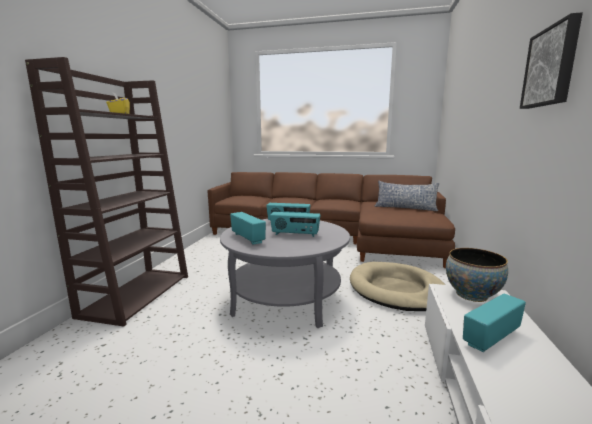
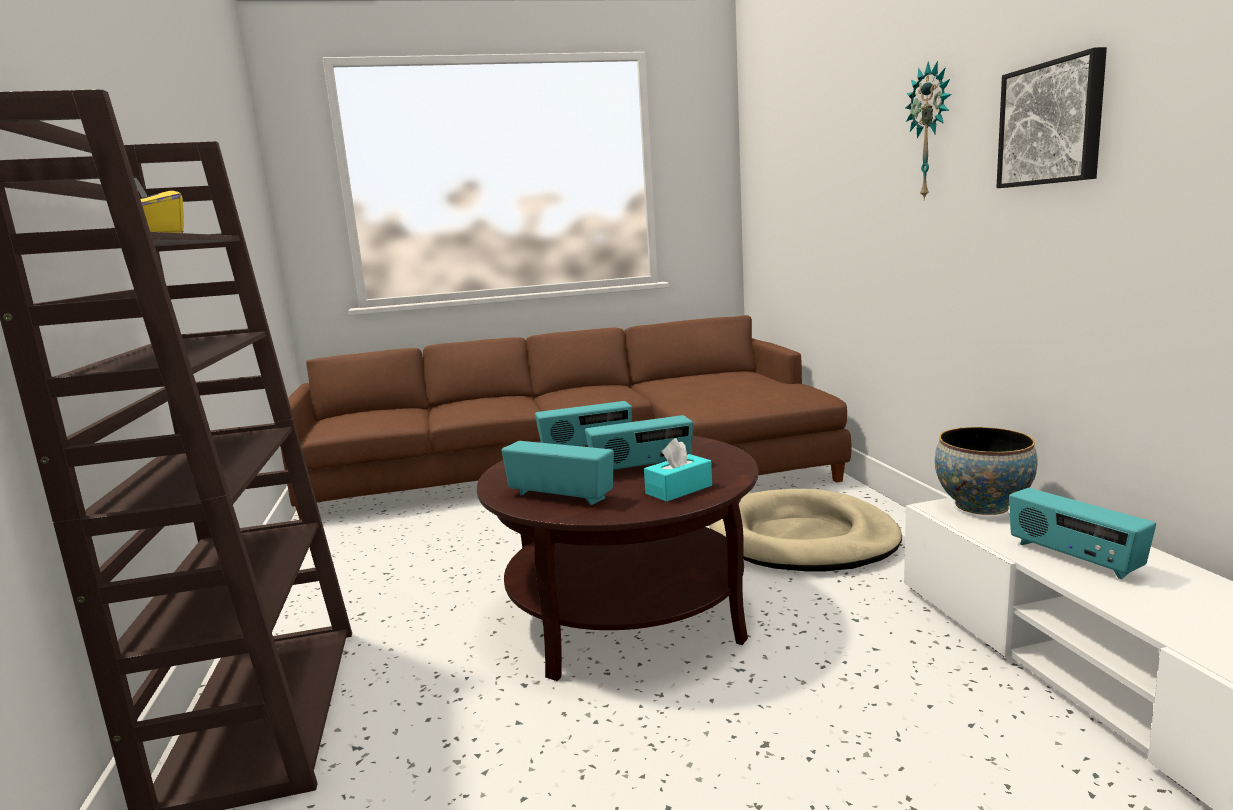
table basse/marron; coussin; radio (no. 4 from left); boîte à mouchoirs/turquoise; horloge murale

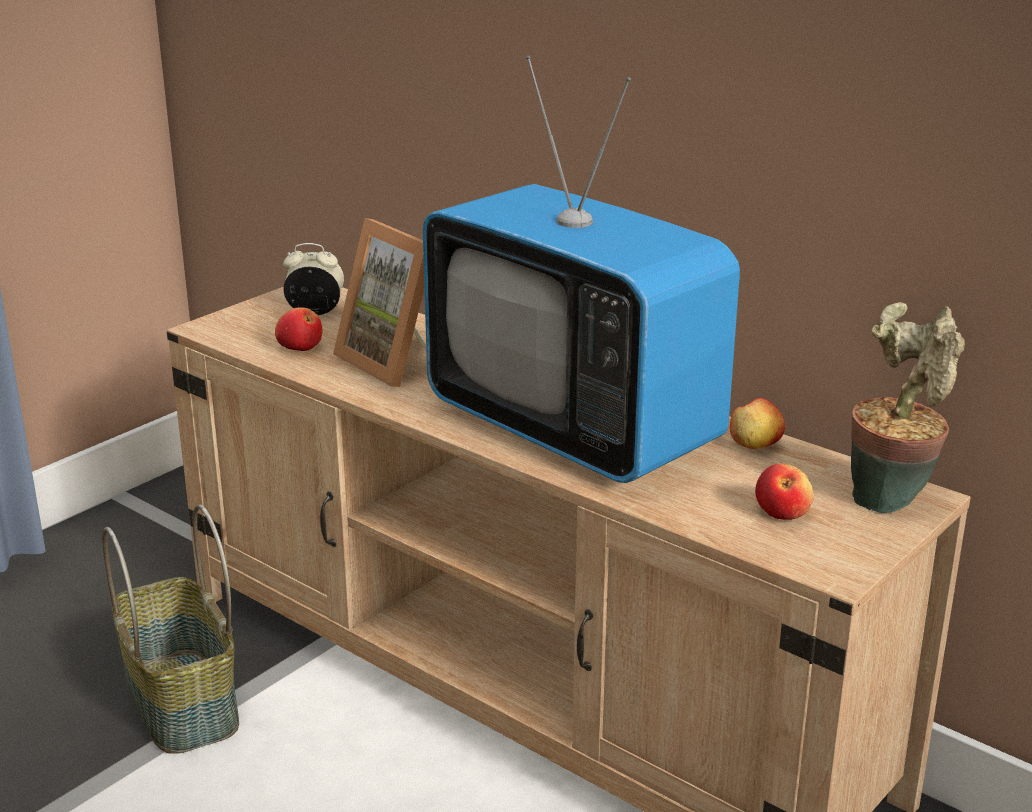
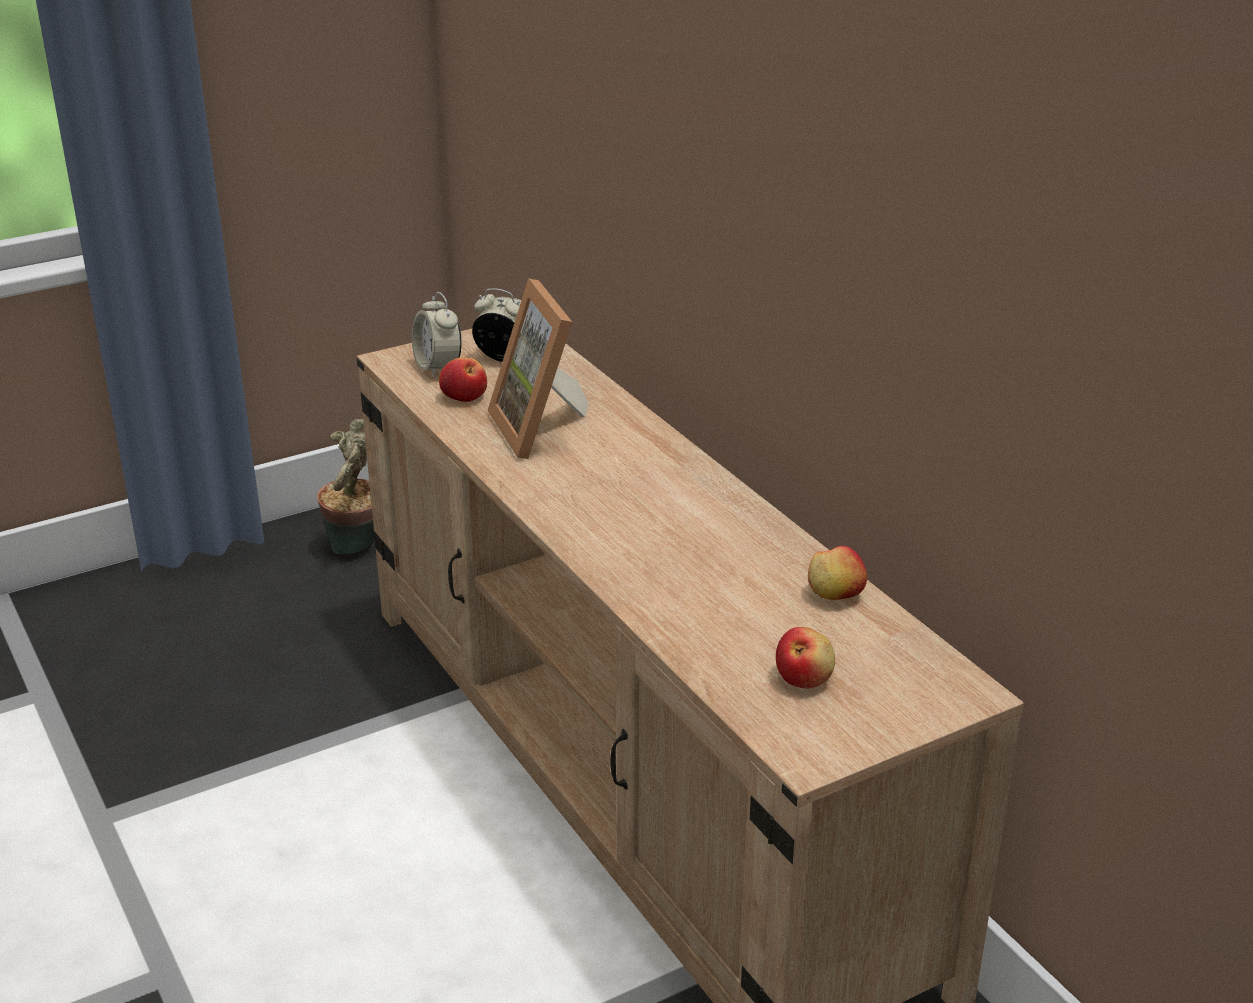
panier; téléviseur; plante en pot; réveil (no. 1 from left)

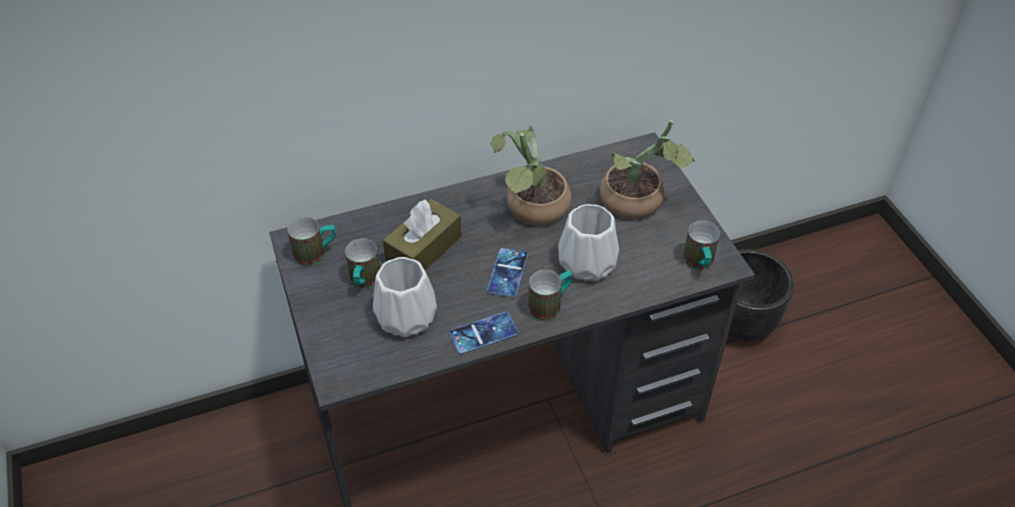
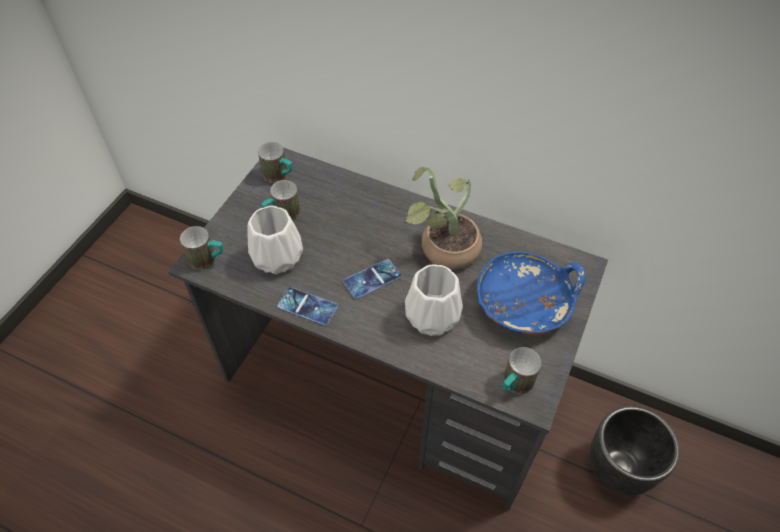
boîte à mouchoirs/marron; mug (no. 1 from left); bol/bleu

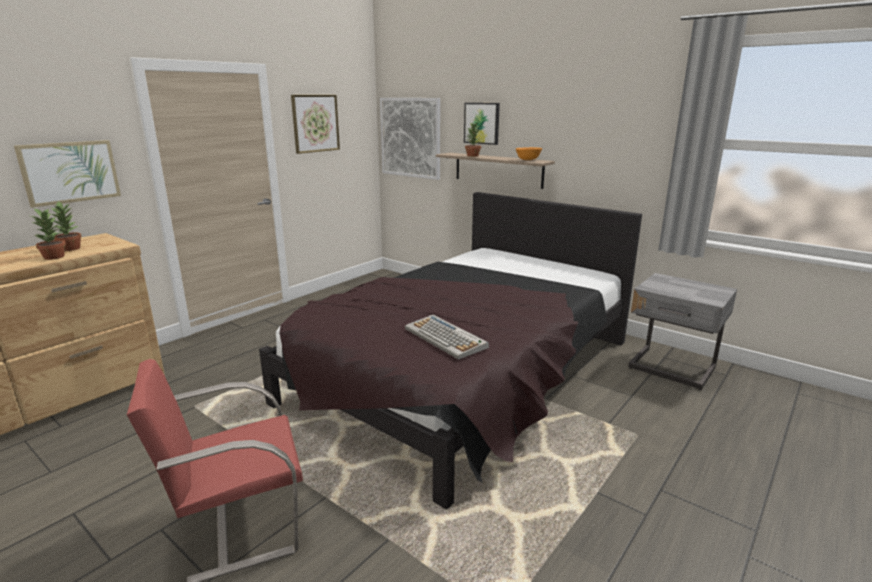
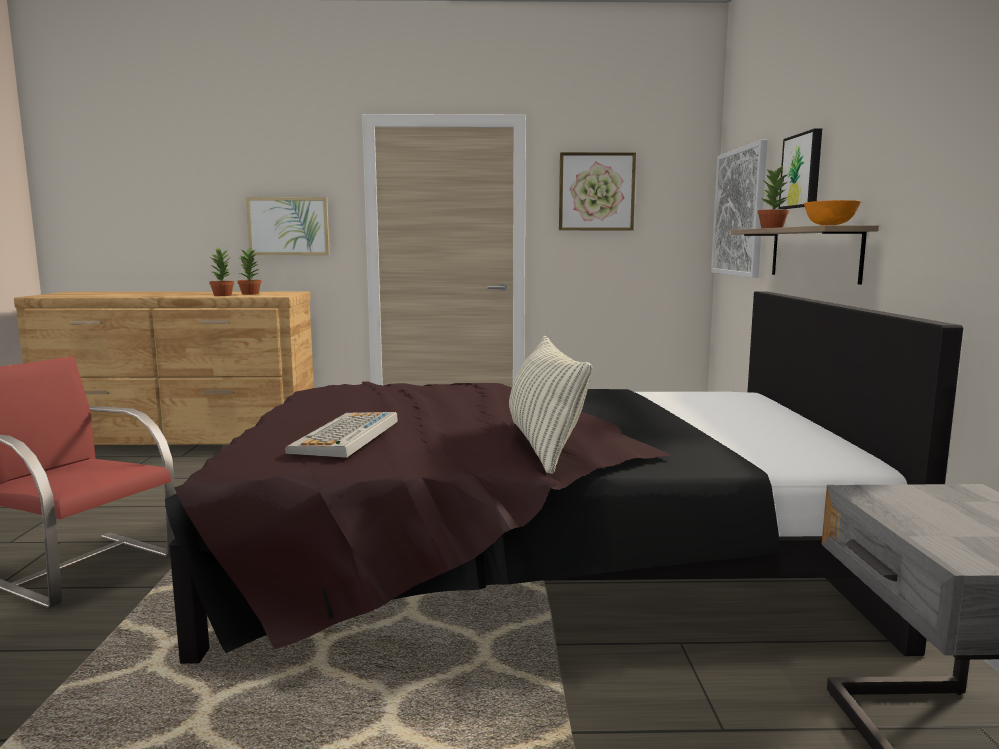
coussin

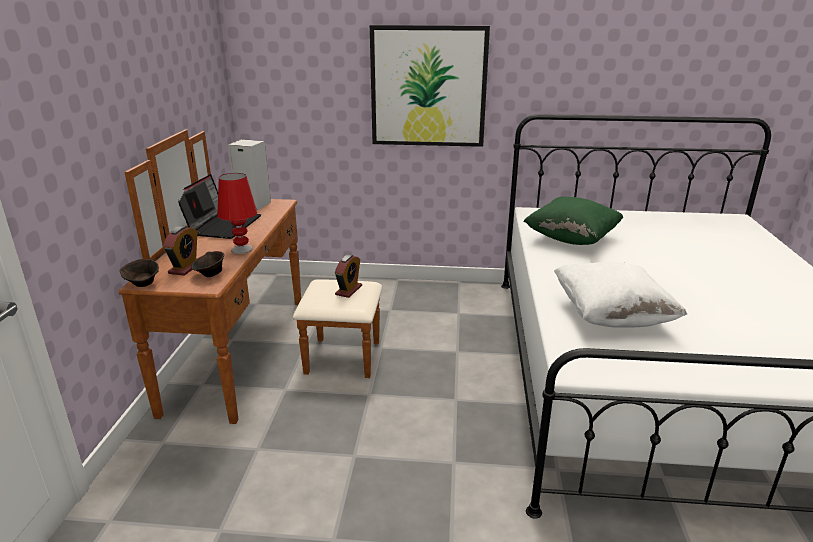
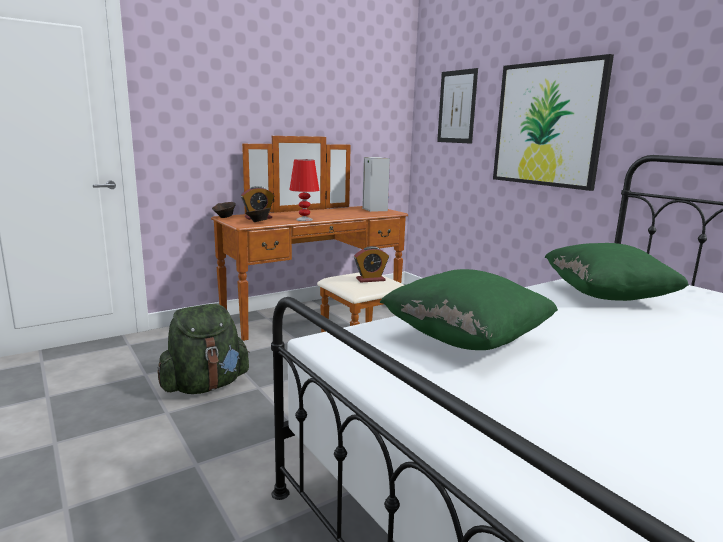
ordinateur portable; coussin/vert (no. 1 from left); sac à dos/vert; tableau (no. 1 from left)

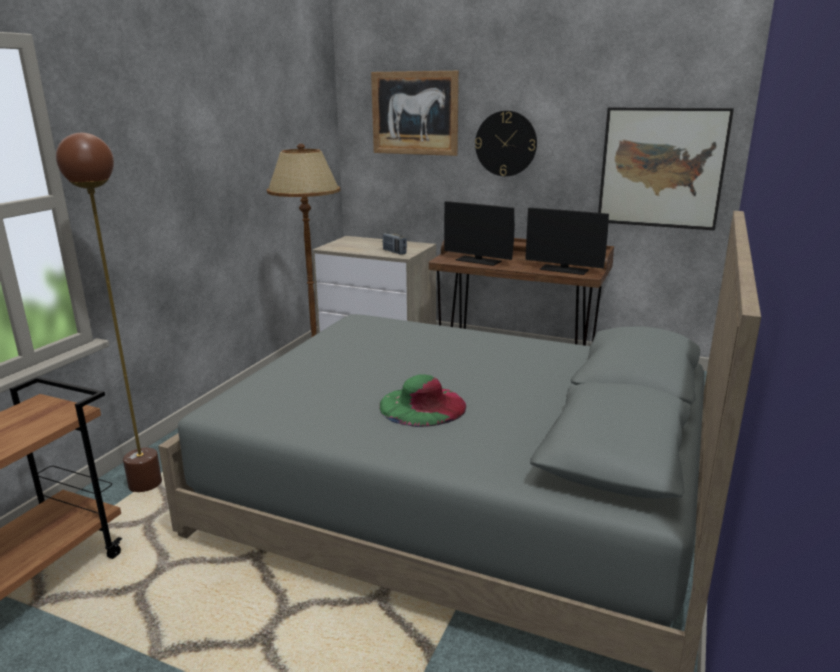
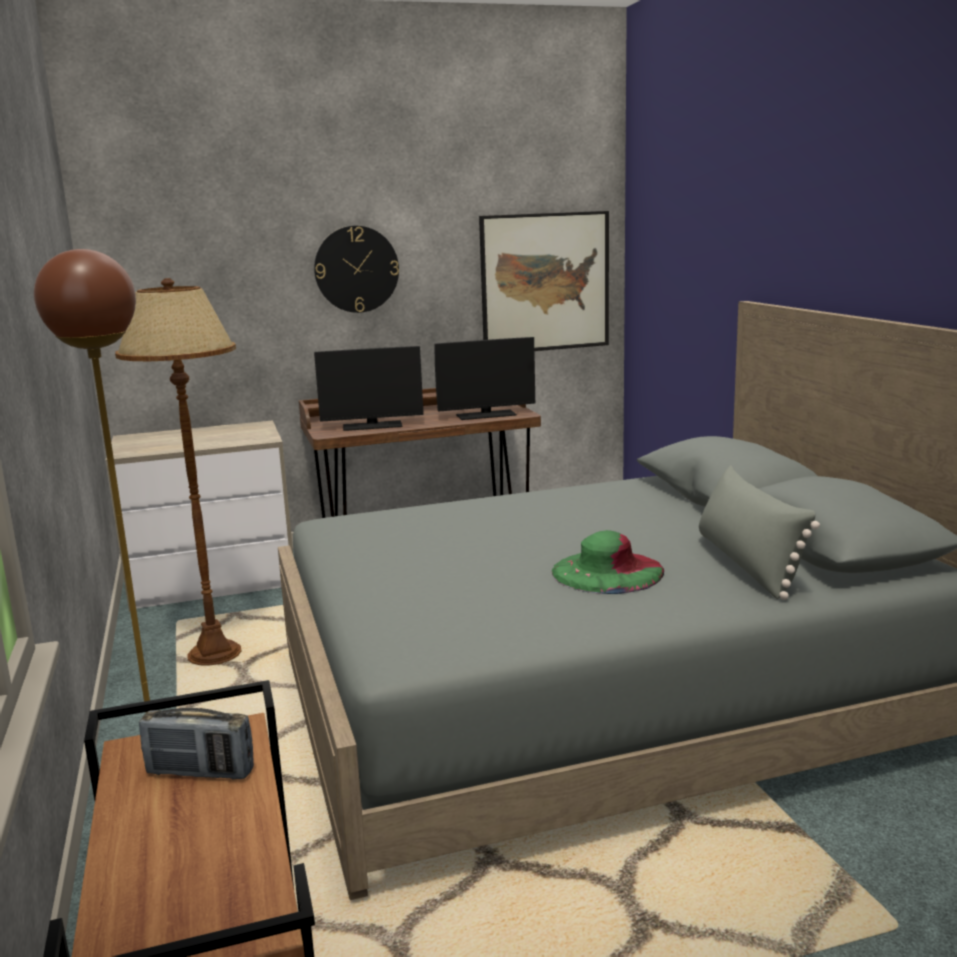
tableau (no. 1 from left in the first image); radio; coussin/gris

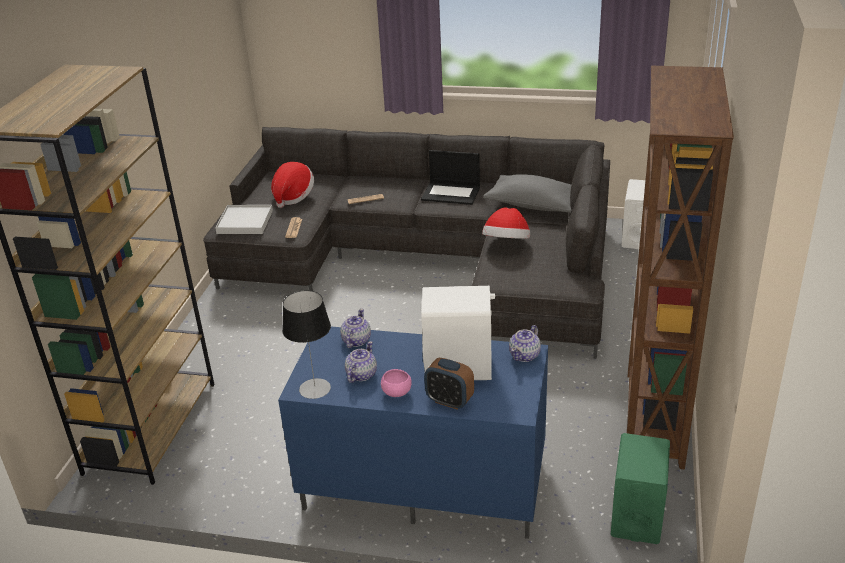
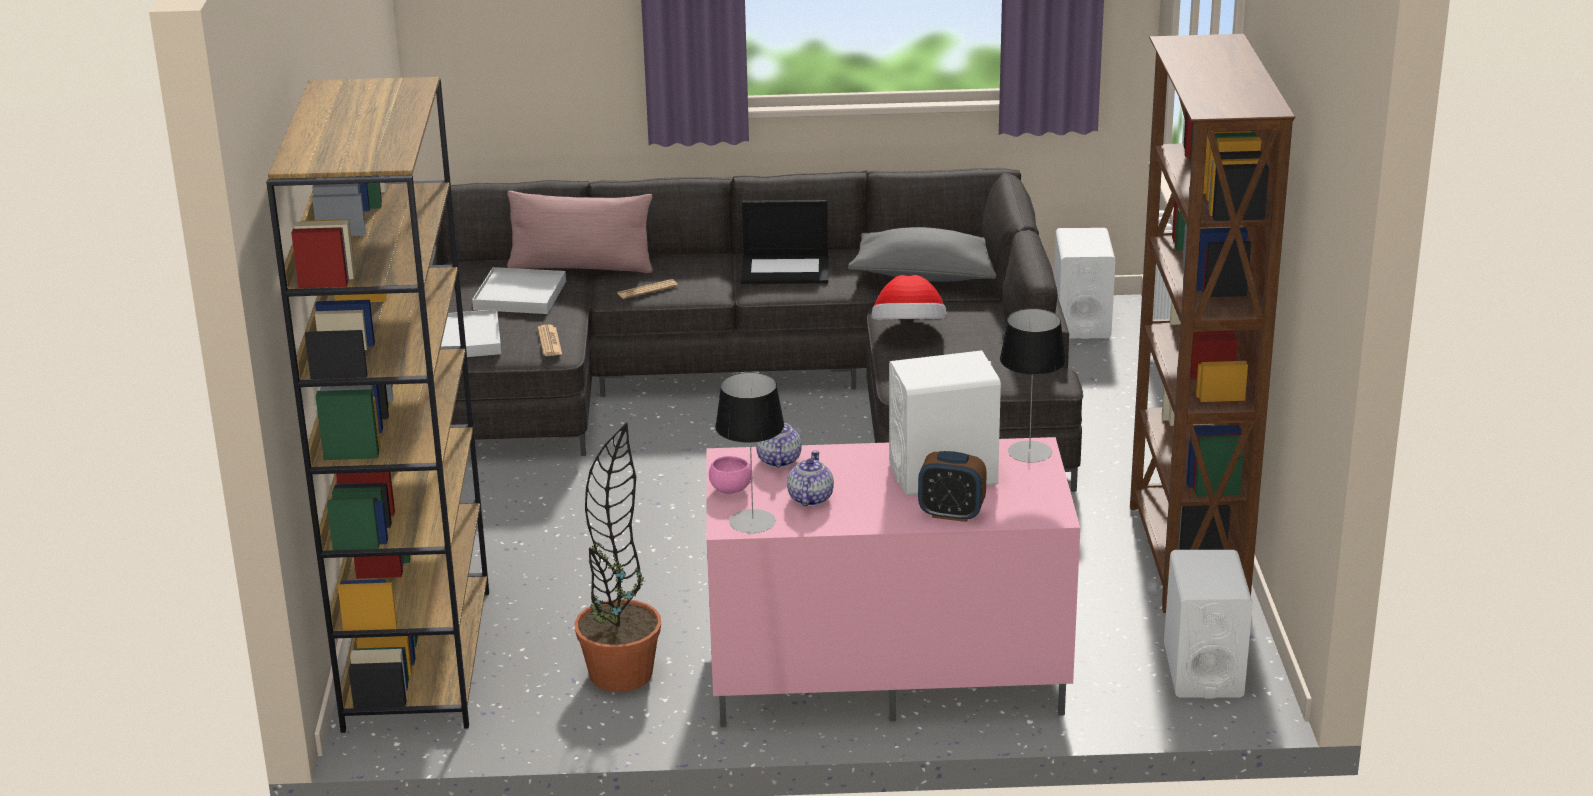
plateau/blanc (no. 2 from left); meuble télé/rose; bol/rose; lampe de table (no. 2 from left); enceinte/blanc (no. 3 from left); coussin/rose; plante en pot

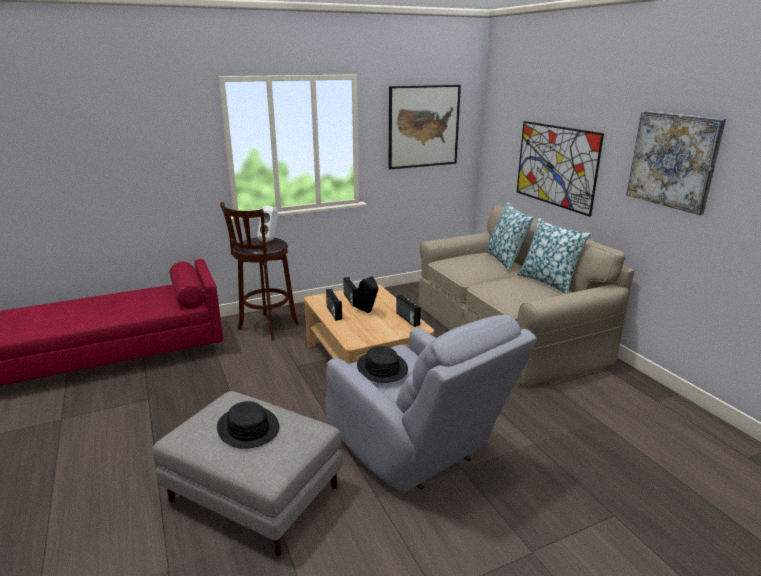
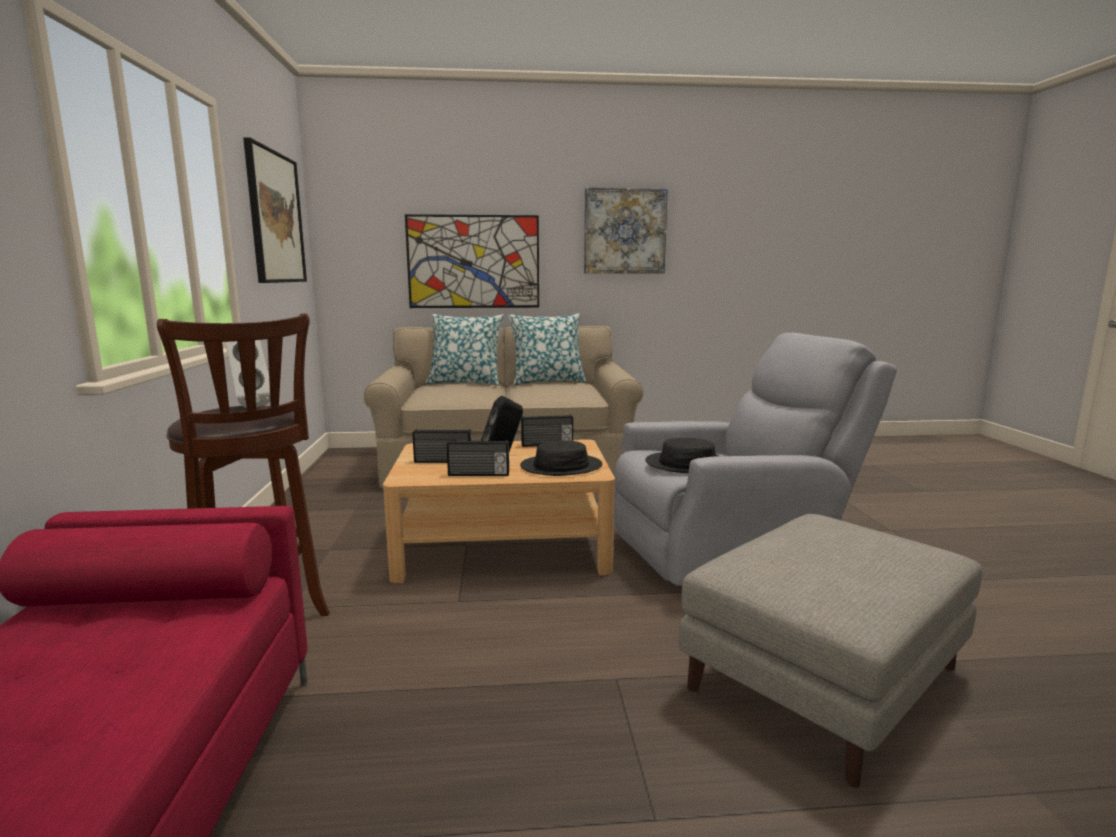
chapeau/noir (no. 1 from left)

